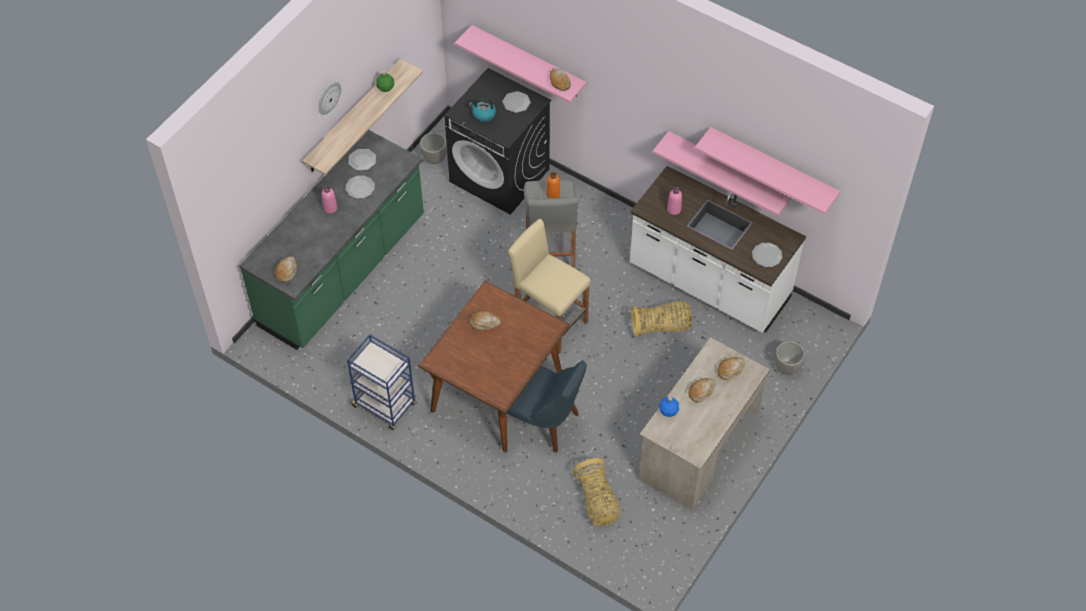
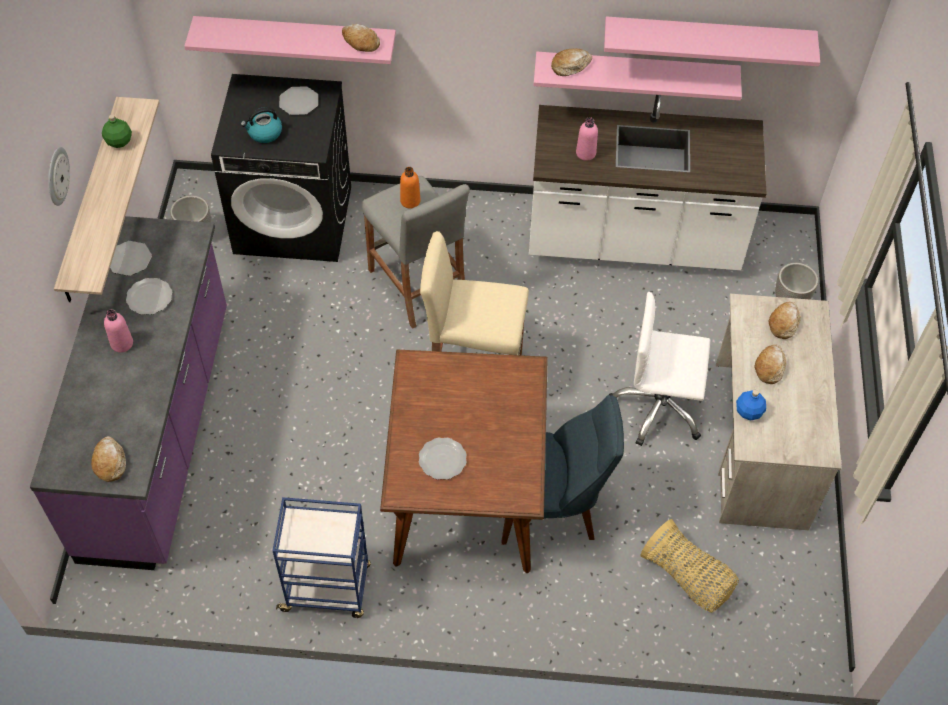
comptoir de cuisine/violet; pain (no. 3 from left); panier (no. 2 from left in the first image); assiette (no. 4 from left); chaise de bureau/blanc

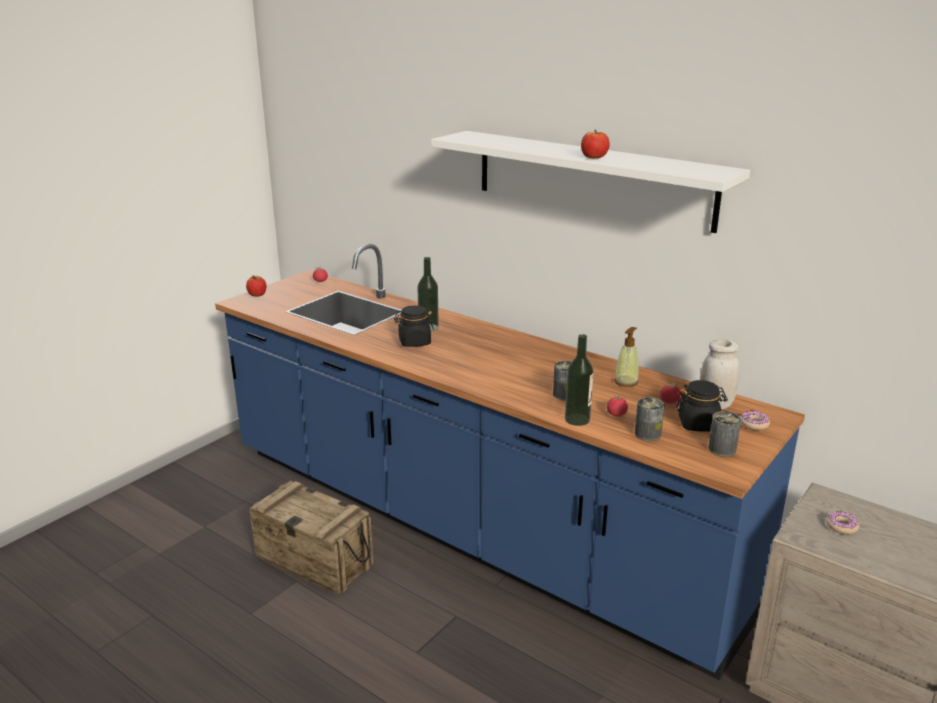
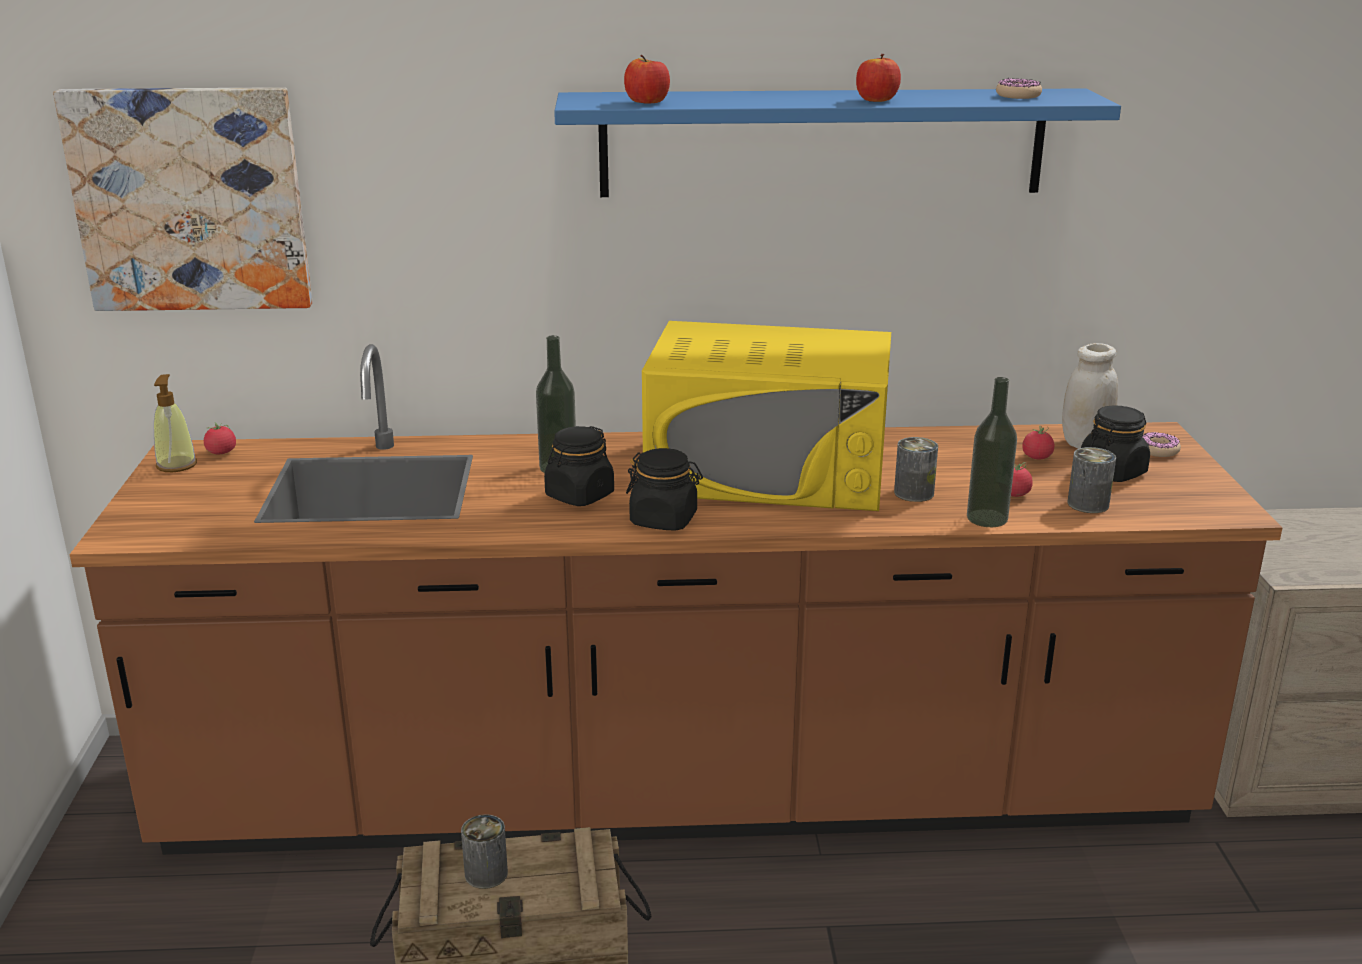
comptoir de cuisine/marron; pomme (no. 1 from left); étagère/bleu; distributeur de savon; boîte métallique (no. 1 from left); beignet (no. 1 from left); tableau; bocal/noir (no. 2 from left); micro-ondes/jaune

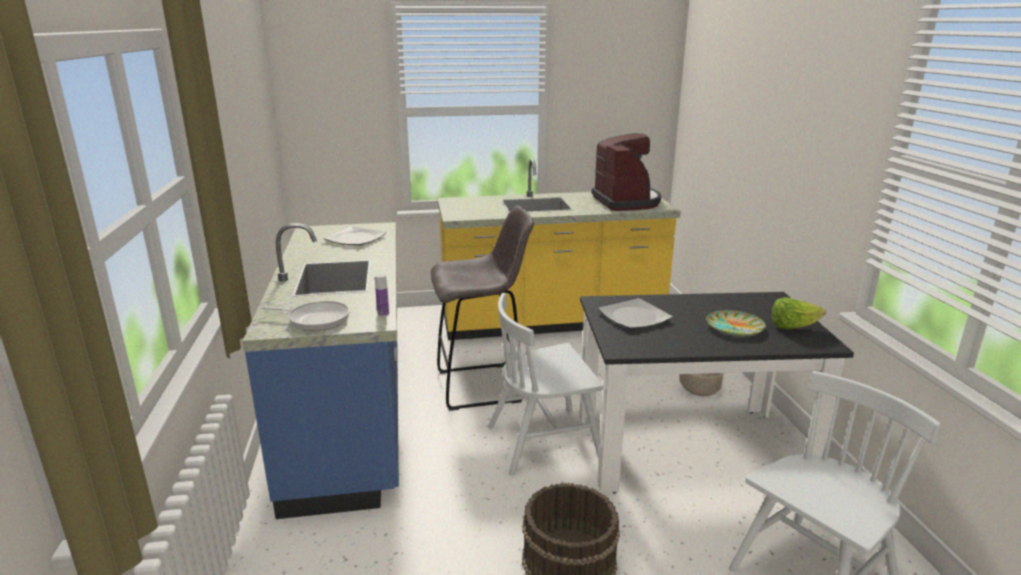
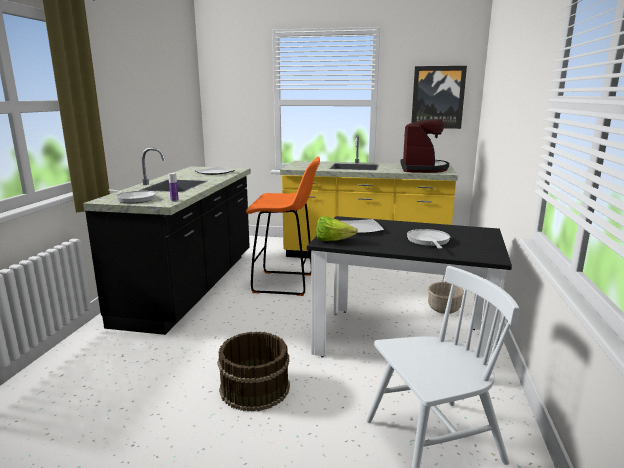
comptoir de cuisine/noir; tabouret/orange; chaise/blanc (no. 1 from left in the first image); poêle (no. 2 from left); laitue; tableau

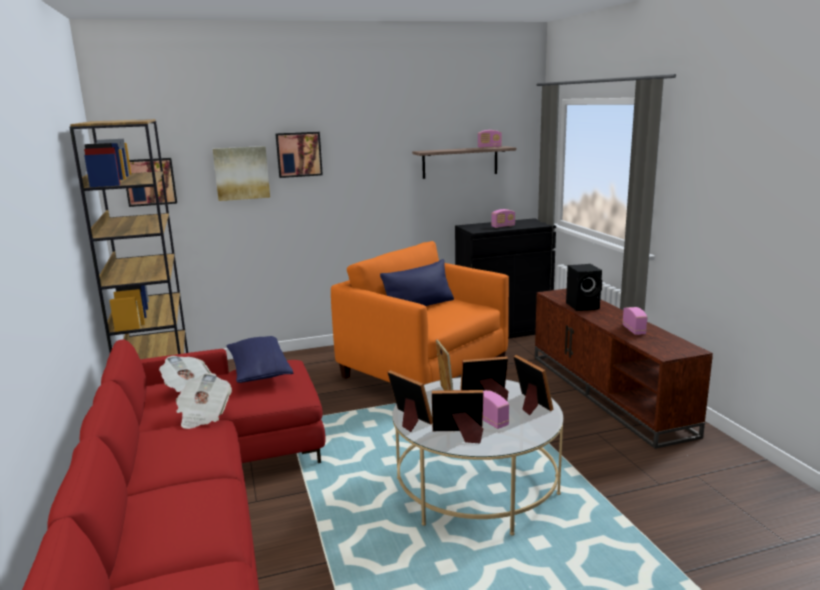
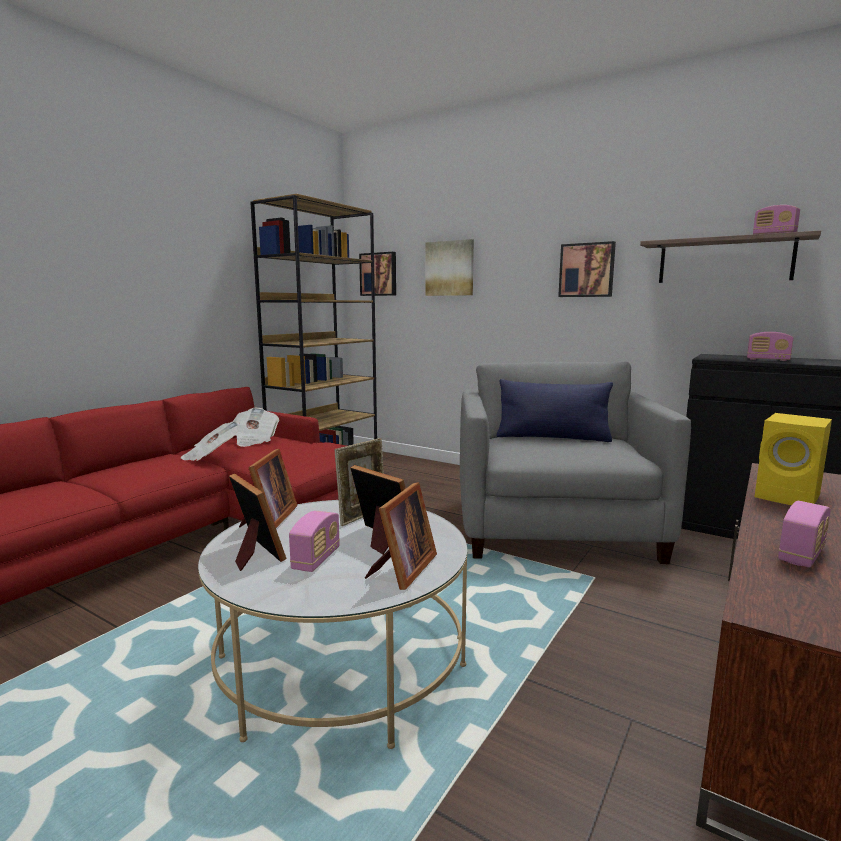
coussin/bleu (no. 1 from left in the first image); tableau (no. 3 from left); fauteuil/gris; enceinte/jaune

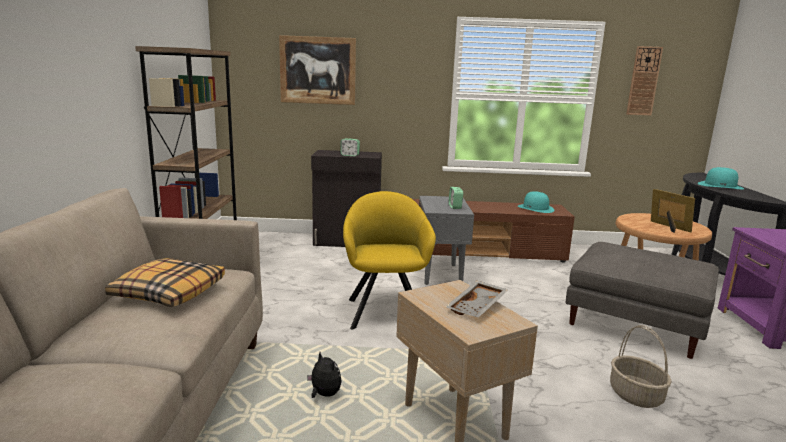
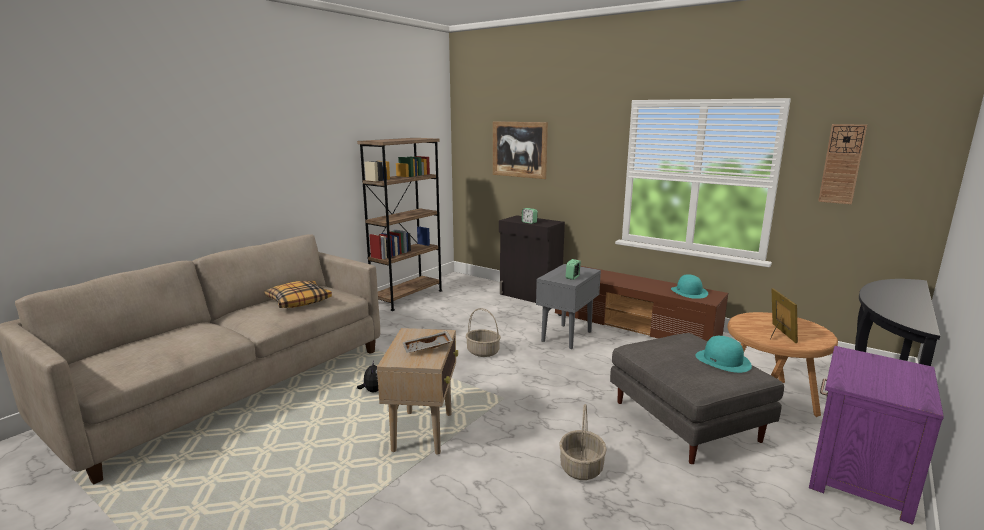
panier (no. 1 from left); chapeau/turquoise (no. 2 from left)

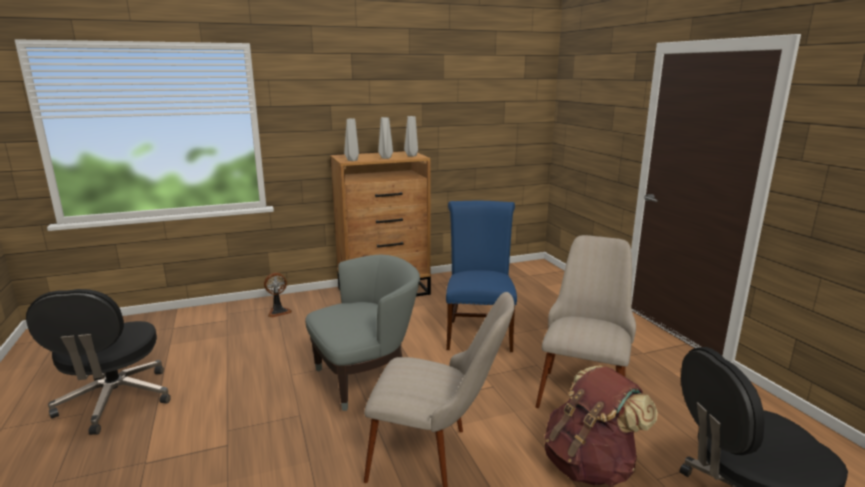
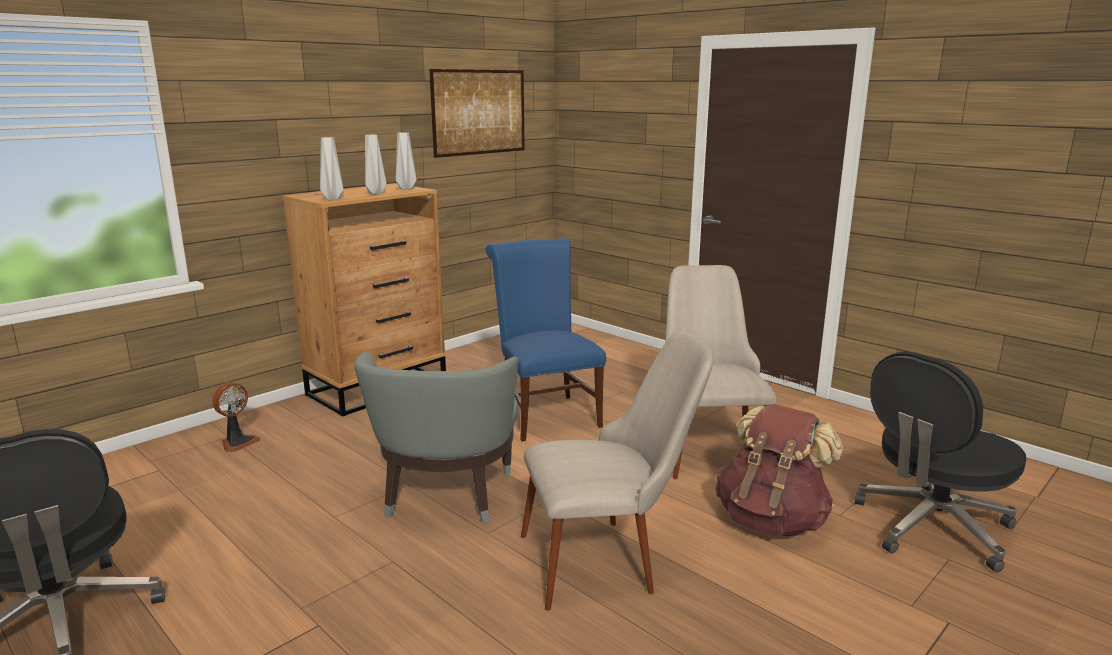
fauteuil/gris; tableau

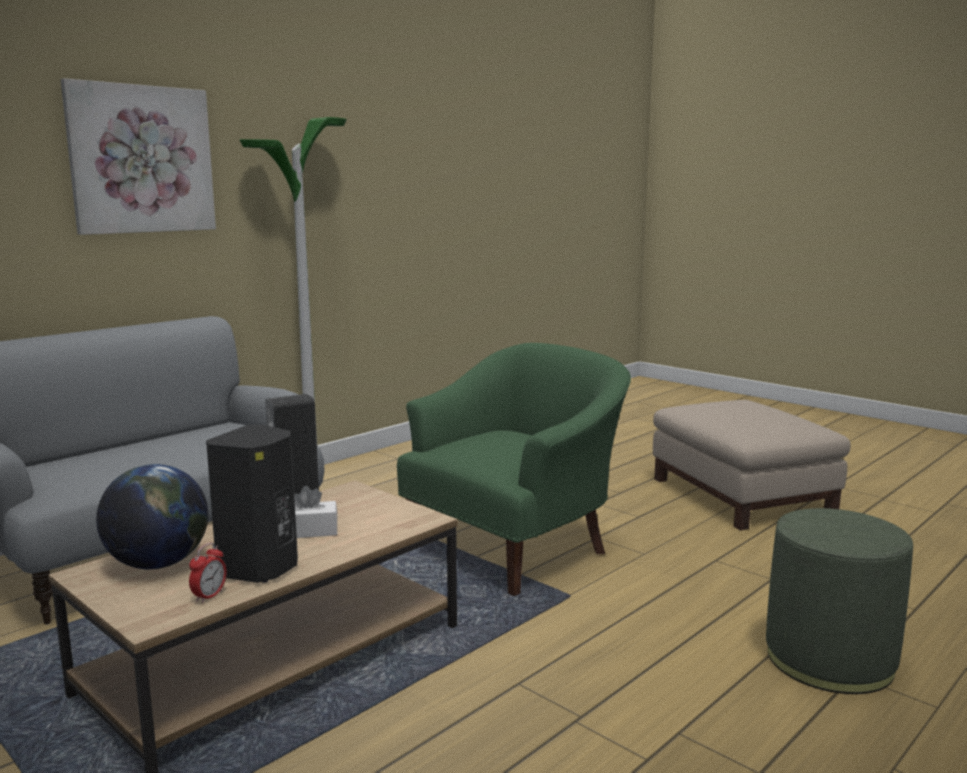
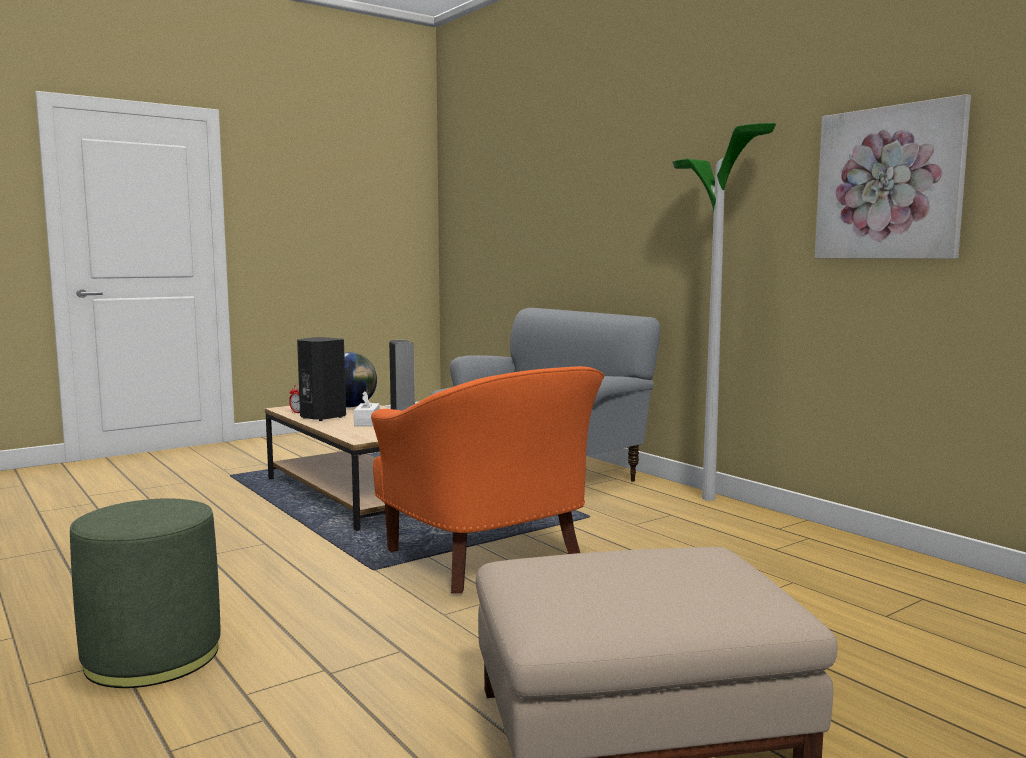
tableau; fauteuil/orange

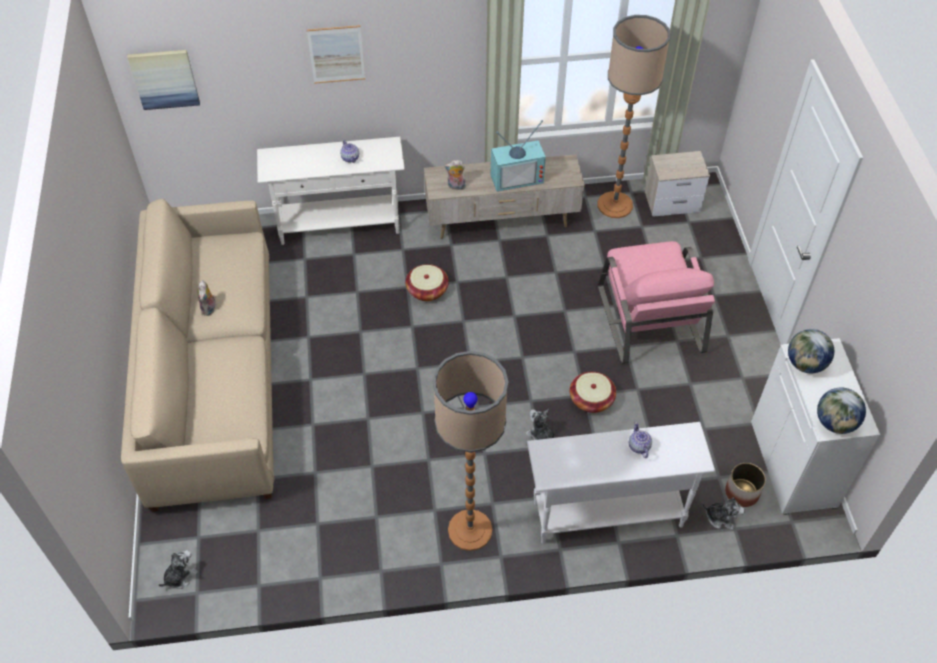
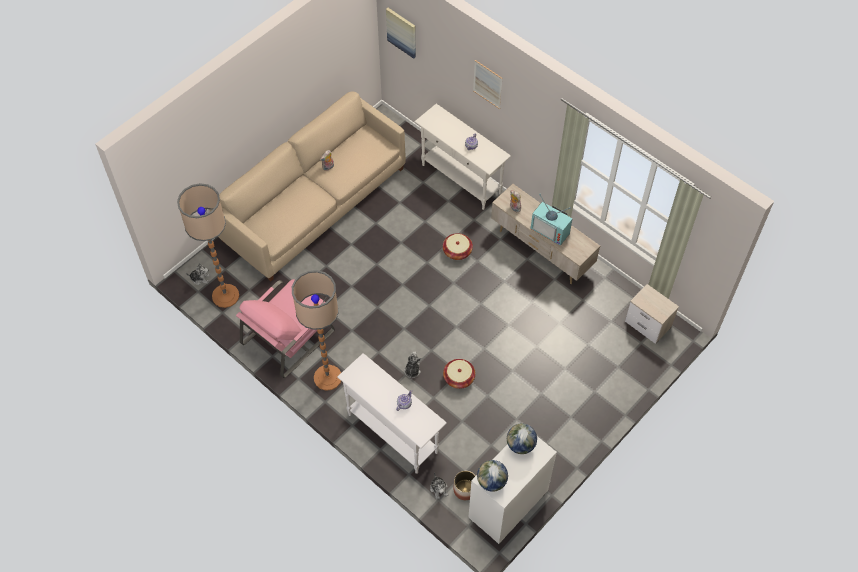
lampadaire (no. 1 from left); fauteuil/rose

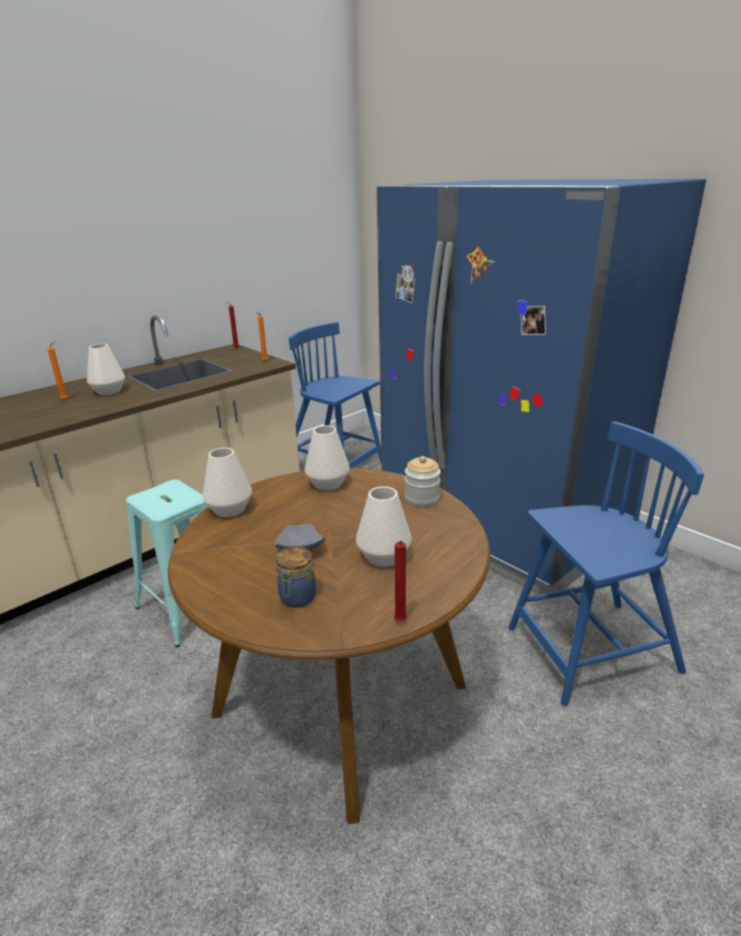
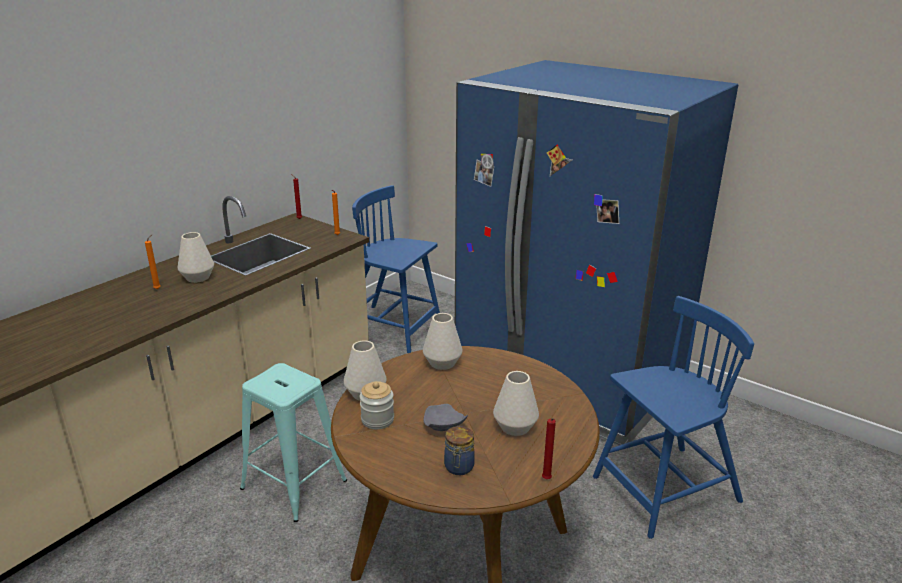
bocal (no. 1 from left)

